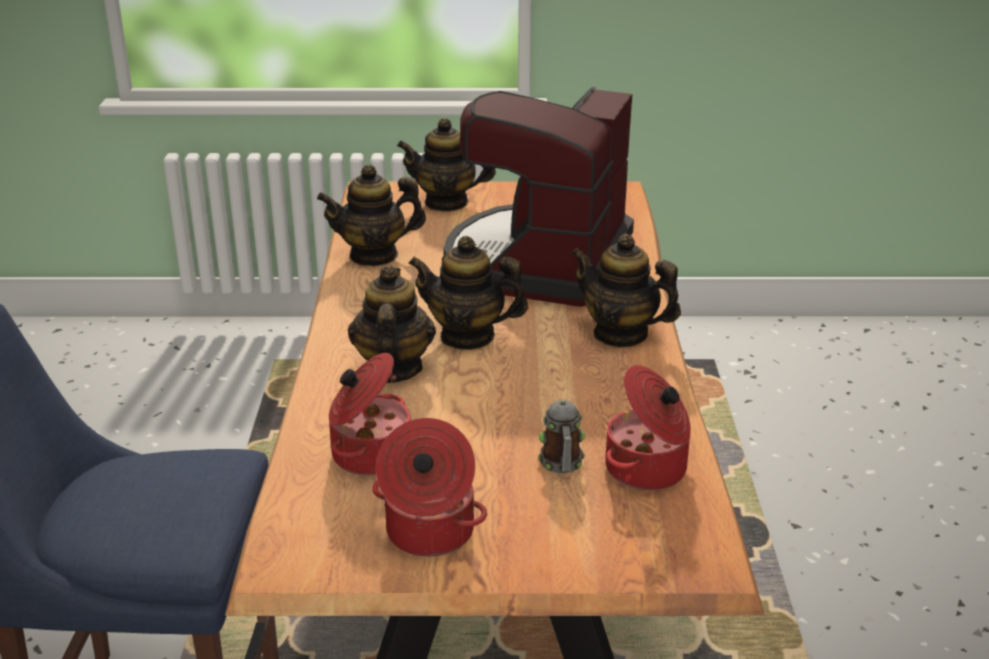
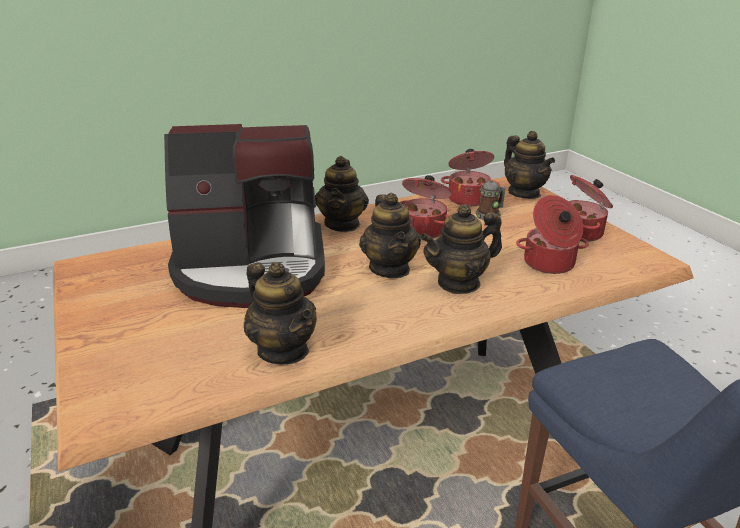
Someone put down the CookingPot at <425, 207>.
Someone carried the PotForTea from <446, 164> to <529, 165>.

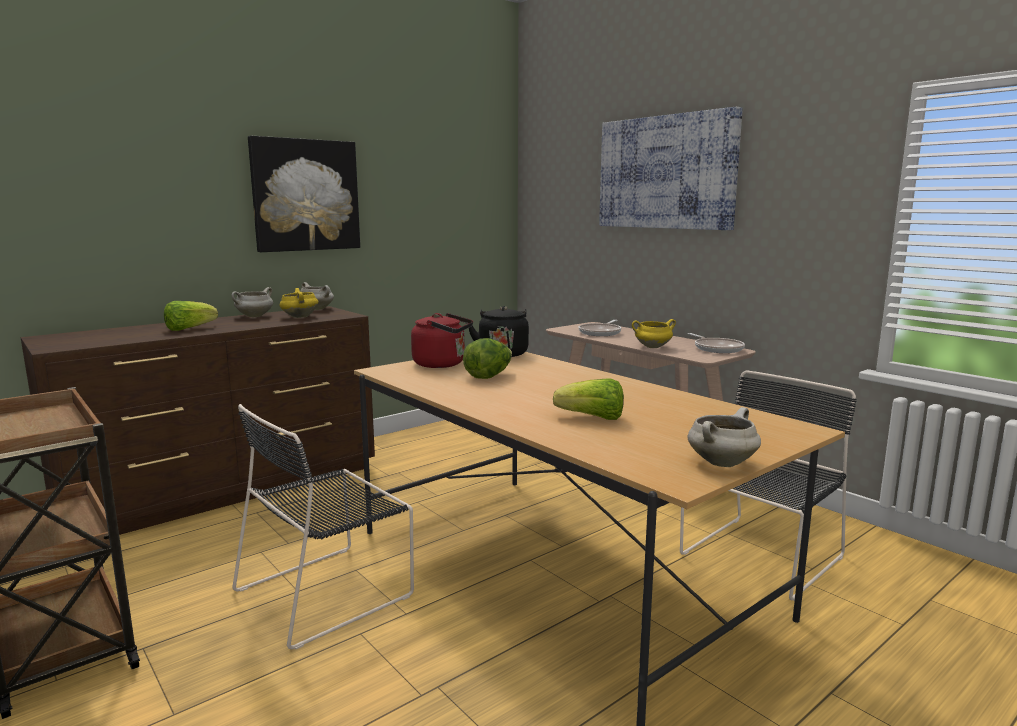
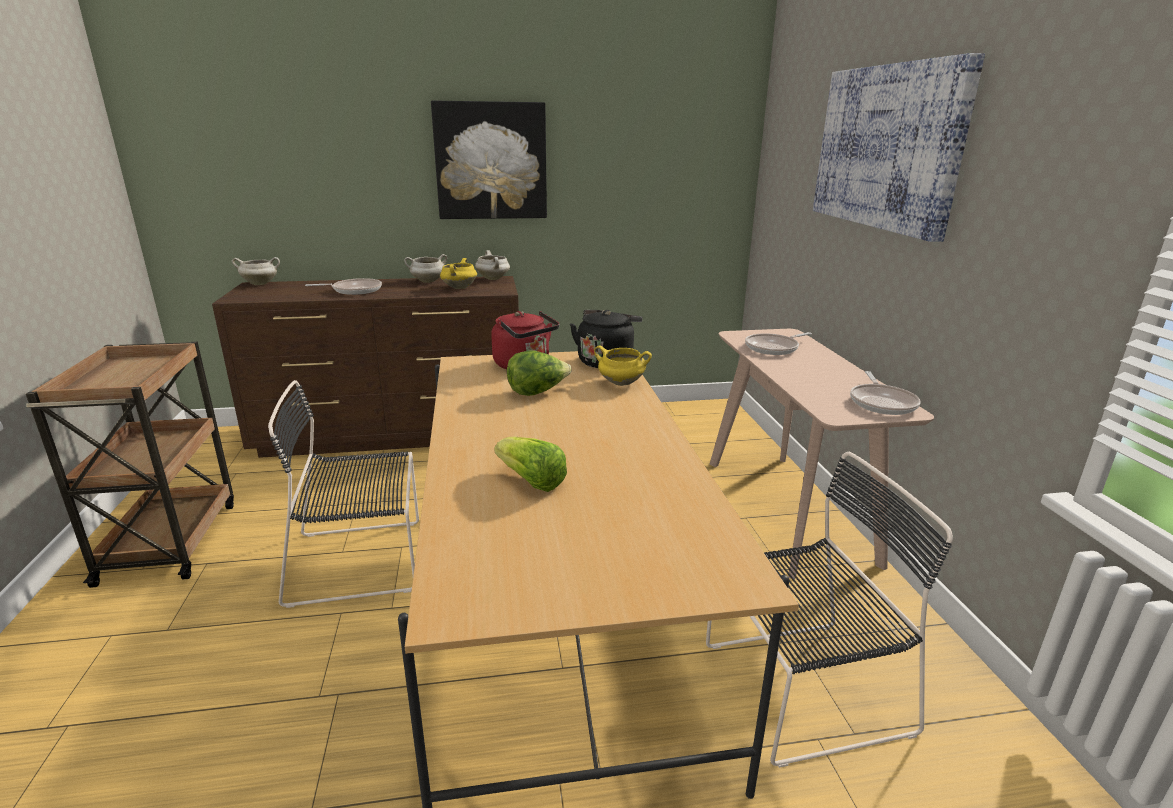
Someone carried the YellowishCookingPot from <654, 333> to <623, 365>.
Someone carried the WhiteColouredCookingPot from <724, 437> to <256, 271>.
Someone swapped the HeadOfLettuce at <191, 316> for the Pan at <343, 286>.

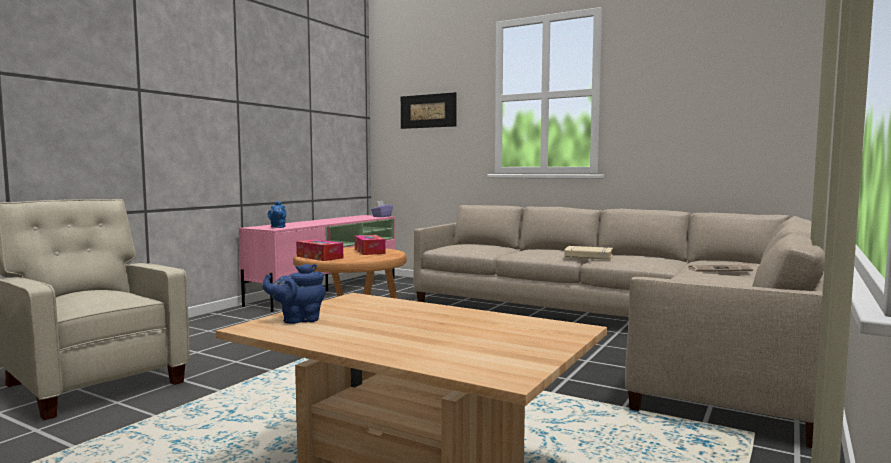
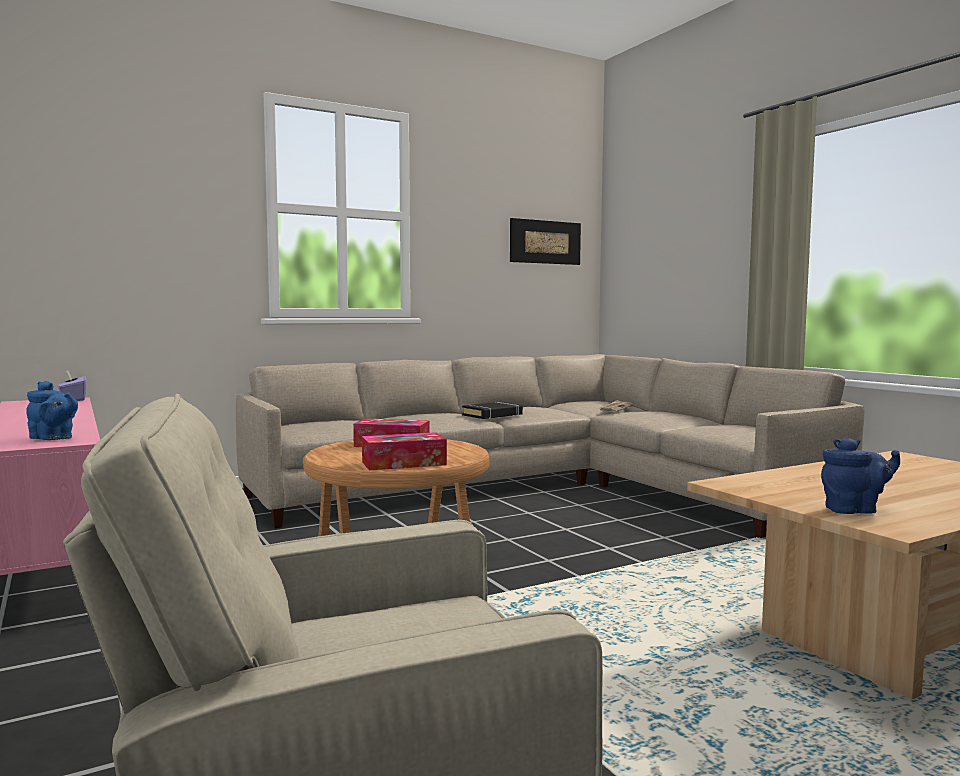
Someone carried the WallPicture from <429, 110> to <545, 241>.
Someone repainted the BeigeColouredBoundBook at <588, 253>, which became the BlackishBoundBook at <492, 410>.
Someone rotated the BluePotForTea at <294, 293> by 105 degrees counterclockwise.

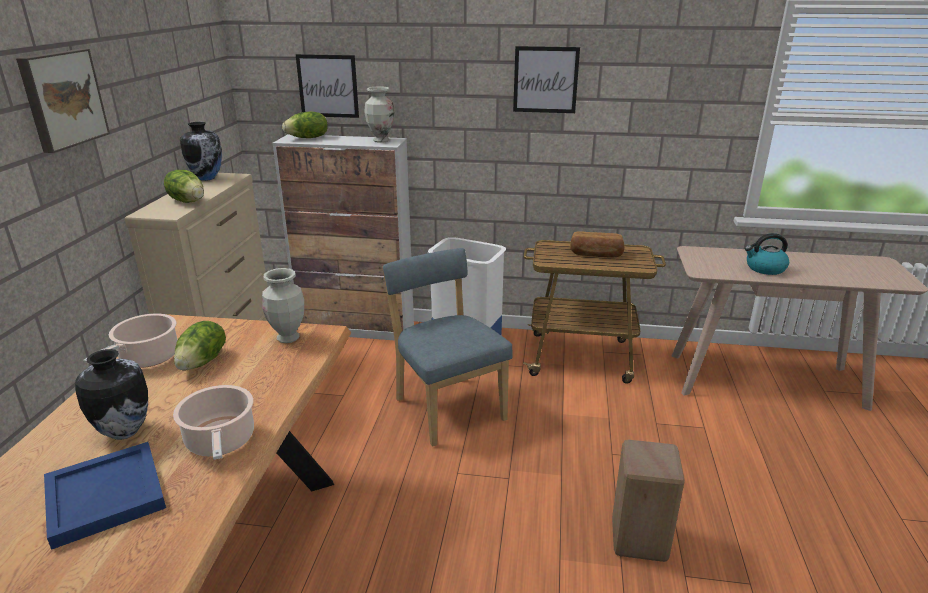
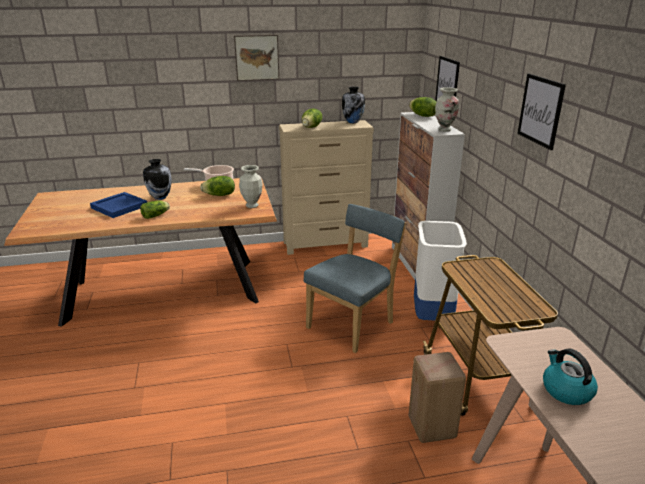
Someone took away the BakedBread at <597, 244>.
Someone carried the BeigeColouredSittingStool from <648, 501> to <437, 397>.
Someone swapped the CookingPot at <213, 422> for the HeadOfLettuce at <155, 209>.

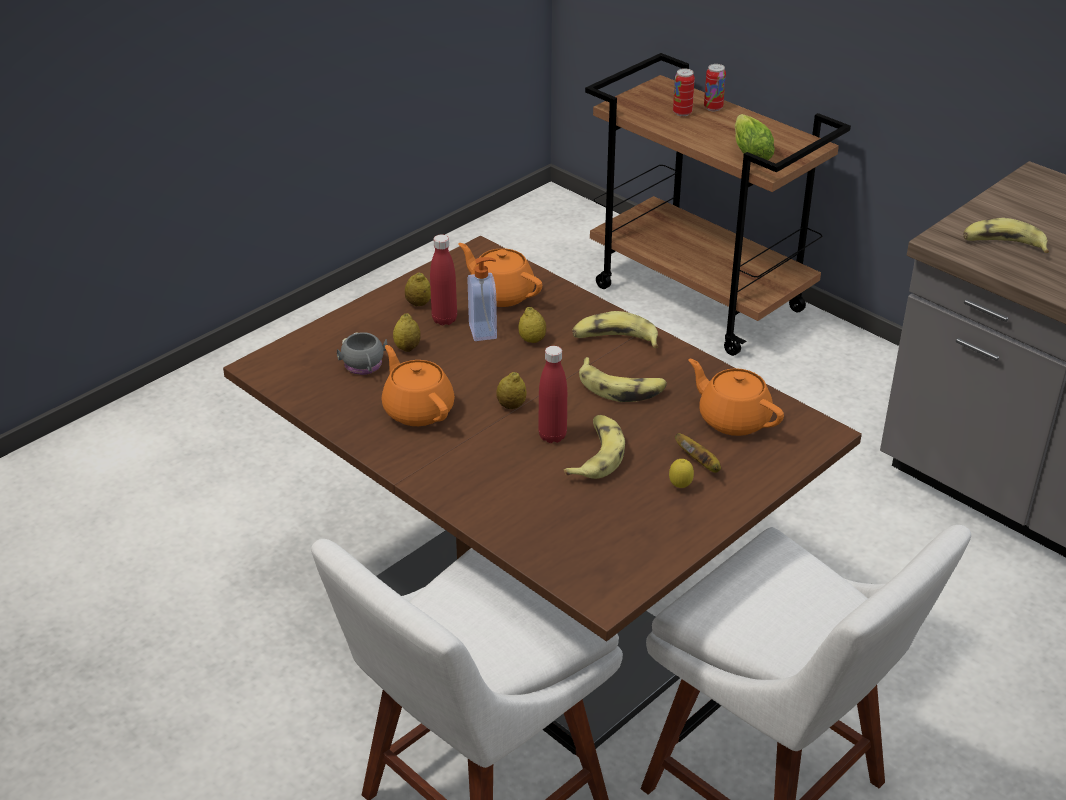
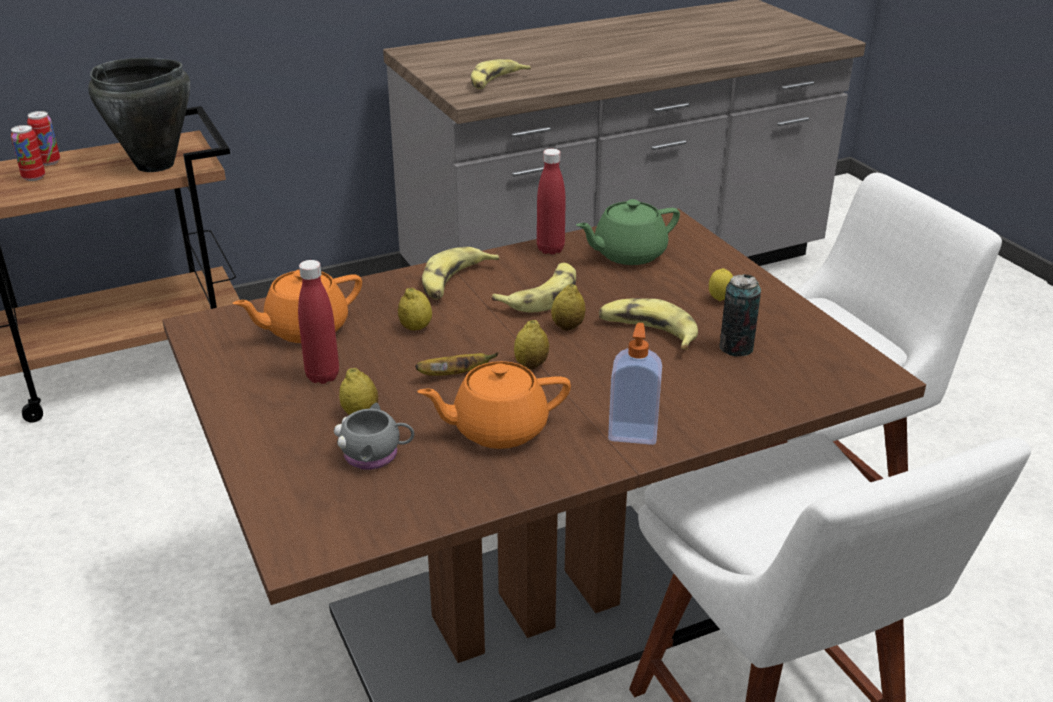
Someone put down the Can at <740, 315>.
Someone carried the WholeLemon from <418, 289> to <568, 307>.
Someone carried the SoapBottle from <482, 299> to <635, 384>.
Someone carried the ReddishDrinkBottle from <552, 394> to <551, 202>.
Someone carried the WholeBanana from <698, 453> to <456, 364>.
Someone swapped the HeadOfLettuce at <755, 137> for the BlackishCookingPot at <139, 115>.
Someone repainted the OrangeColouredPotForTea at <736, 397>, which became the GreenPotForTea at <628, 232>.

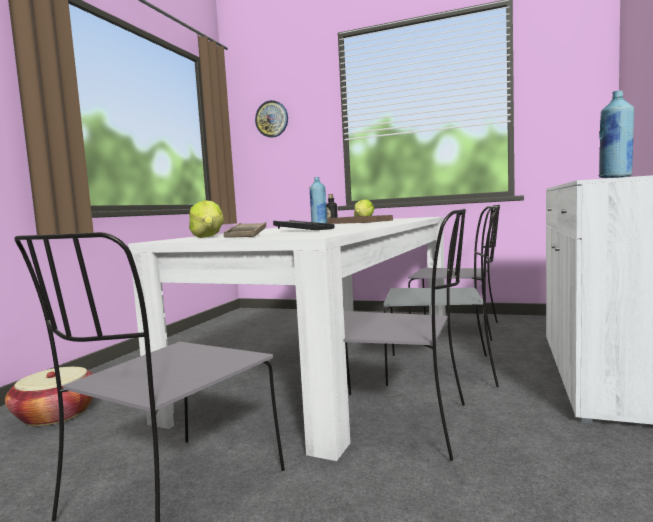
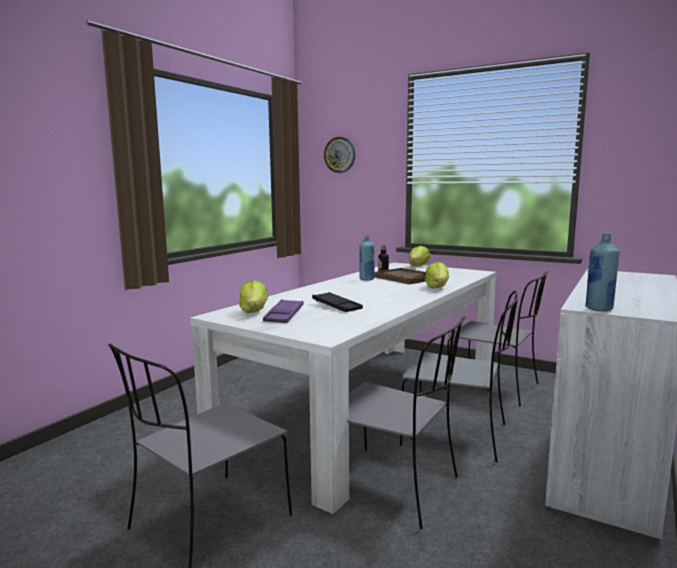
Someone took away the HouseholdBasket at <49, 396>.
Someone put down the HeadOfLettuce at <437, 275>.
Someone repainted the BrownColouredTray at <245, 230>, which became the PurplishTray at <283, 311>.

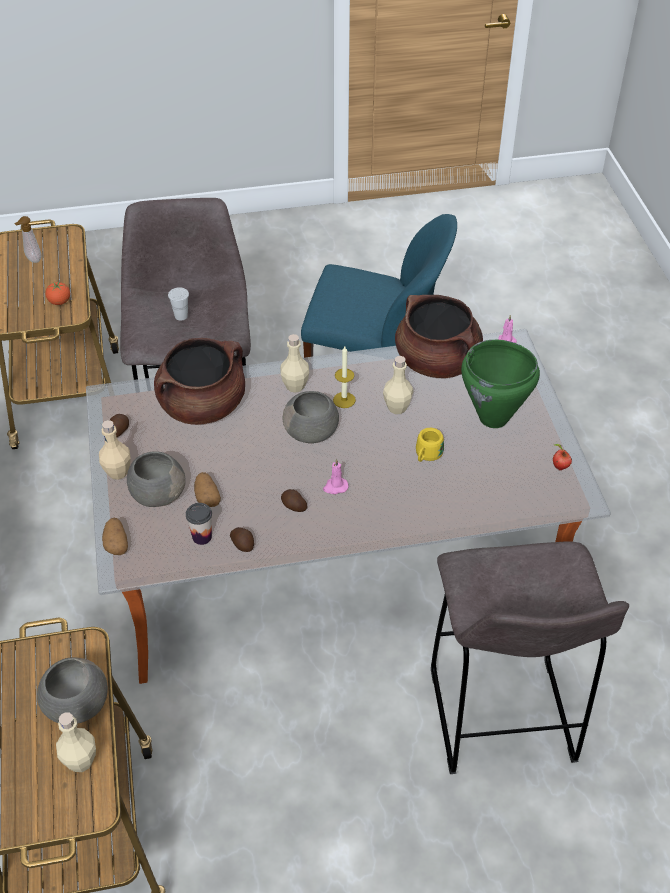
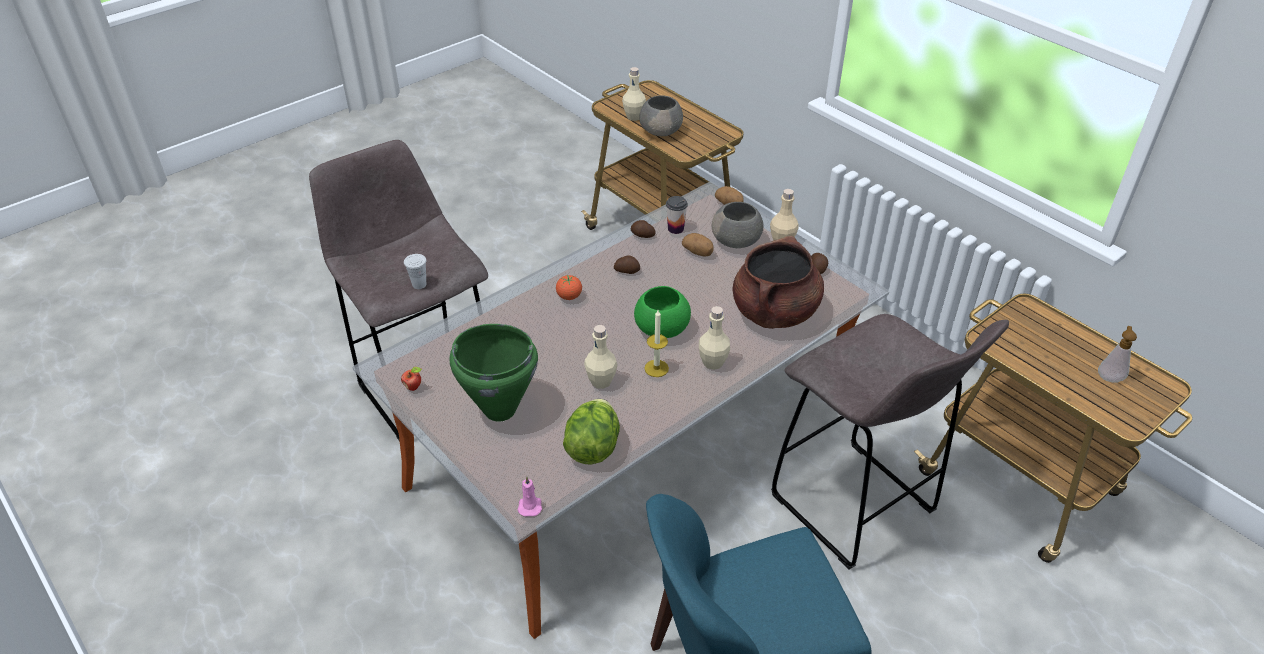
Someone took away the PinkWaxCandle at <335, 476>.
Someone took away the YellowishCoffeeMug at <430, 445>.
Someone carried the WholeTomato from <57, 293> to <569, 287>.
Someone carried the WhiteColouredDrinkingCup from <178, 304> to <415, 271>.
Someone swapped the BrownColouredCookingPot at <439, 336> for the HeadOfLettuce at <591, 432>.
Someone repainted the GreyishDeepDish at <311, 417>, which became the GreenDeepDish at <662, 312>.

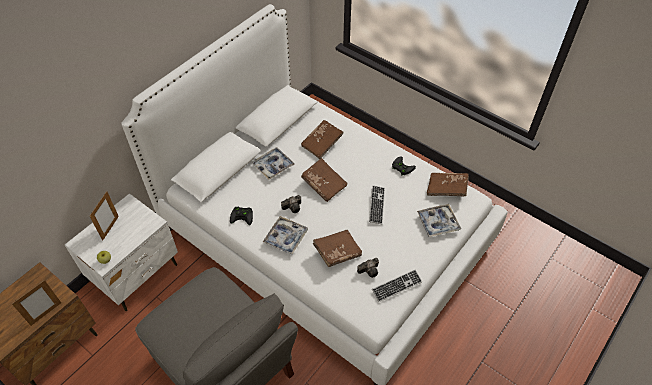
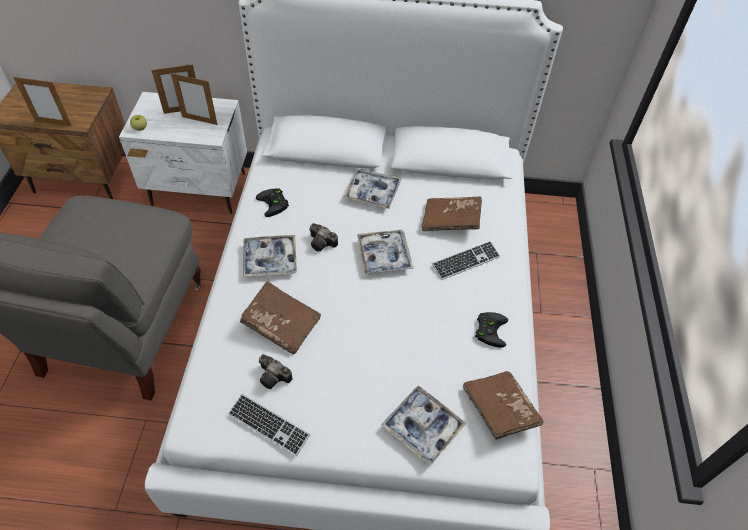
Someone put down the PhotoFrame at <194, 99>.
Someone carried the ComputerKeyboard from <377, 204> to <466, 260>.
Someone swapped the BrownColouredBoundBook at <324, 180> for the Tray at <385, 252>.

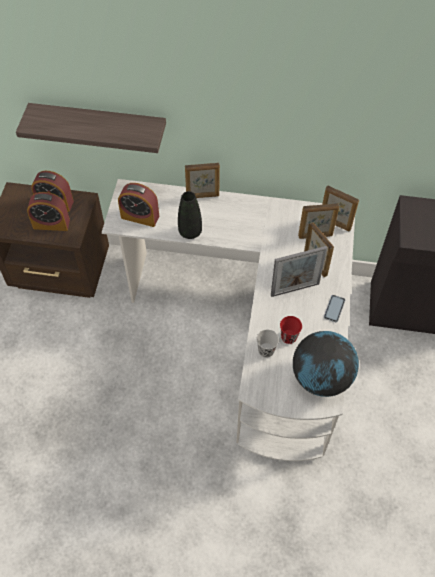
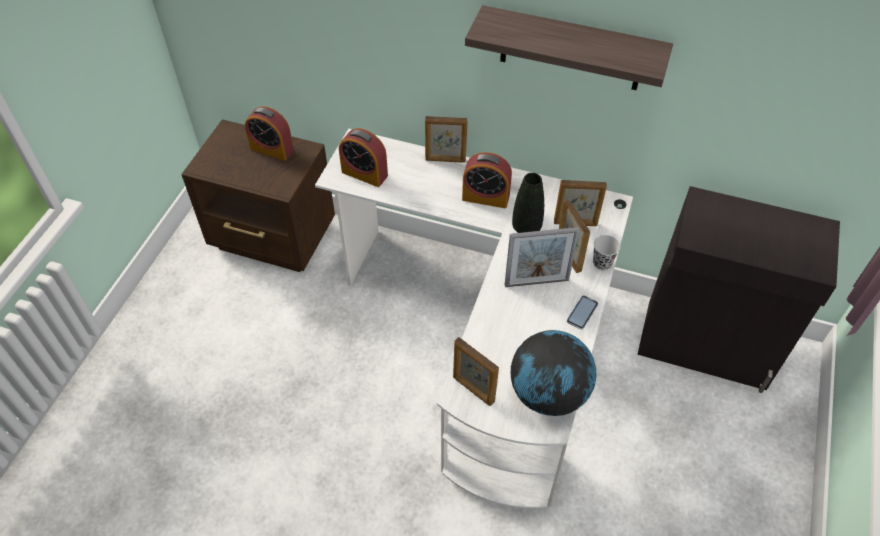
Someone took away the ReddishDrinkingCup at <291, 330>.
Someone carried the BracketShelf from <91, 128> to <569, 47>.
Someone carried the BedsideClock from <48, 211> to <487, 180>.
Someone carried the BlackishFlowerVase from <190, 215> to <528, 203>.
Someone carried the BlackishDrinkingCup from <268, 343> to <606, 252>.
Someone carried the PhotoFrame from <340, 208> to <476, 371>.

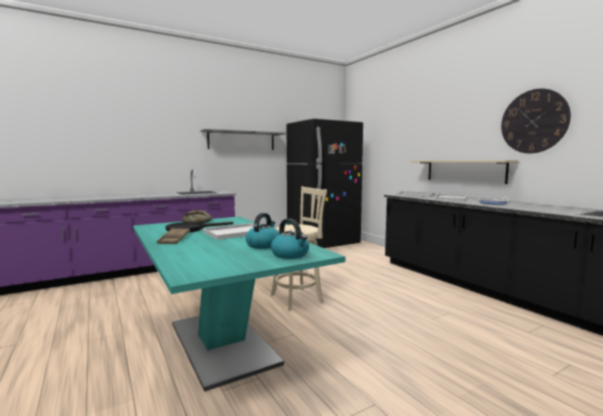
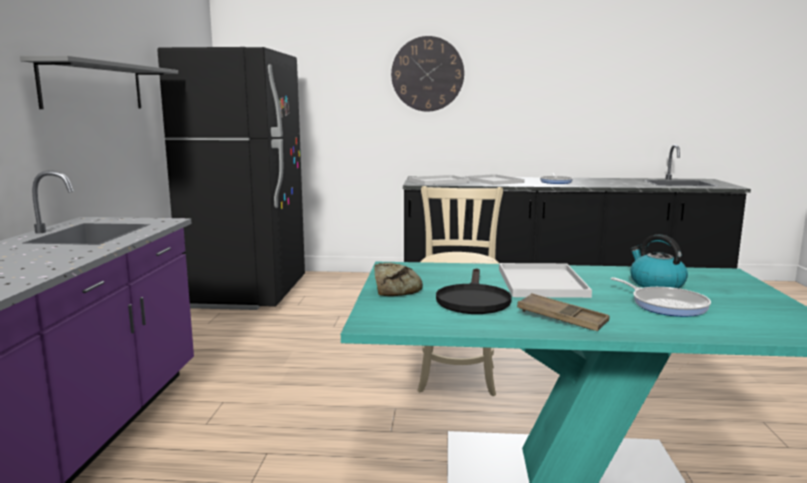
Someone took away the TeaKettle at <290, 238>.
Someone took away the BeigeColouredBracketShelf at <464, 172>.
Someone put down the Pan at <660, 297>.
Someone carried the ClockOnTheWall from <536, 121> to <427, 73>.

